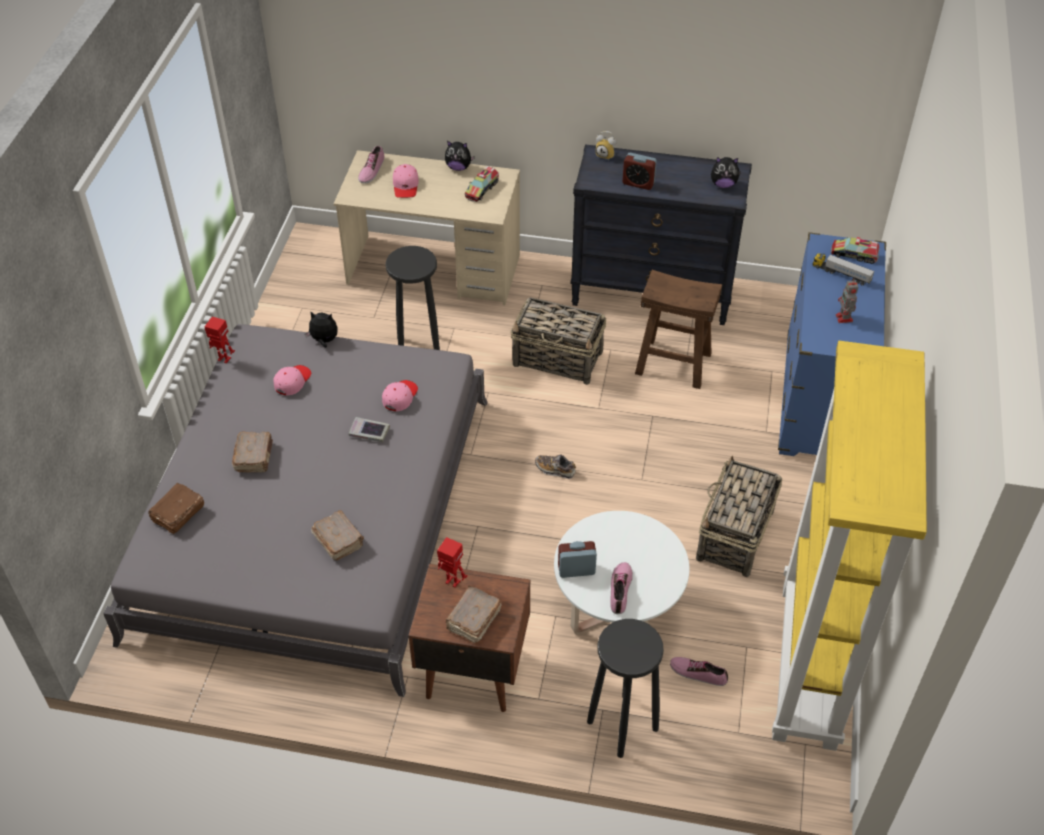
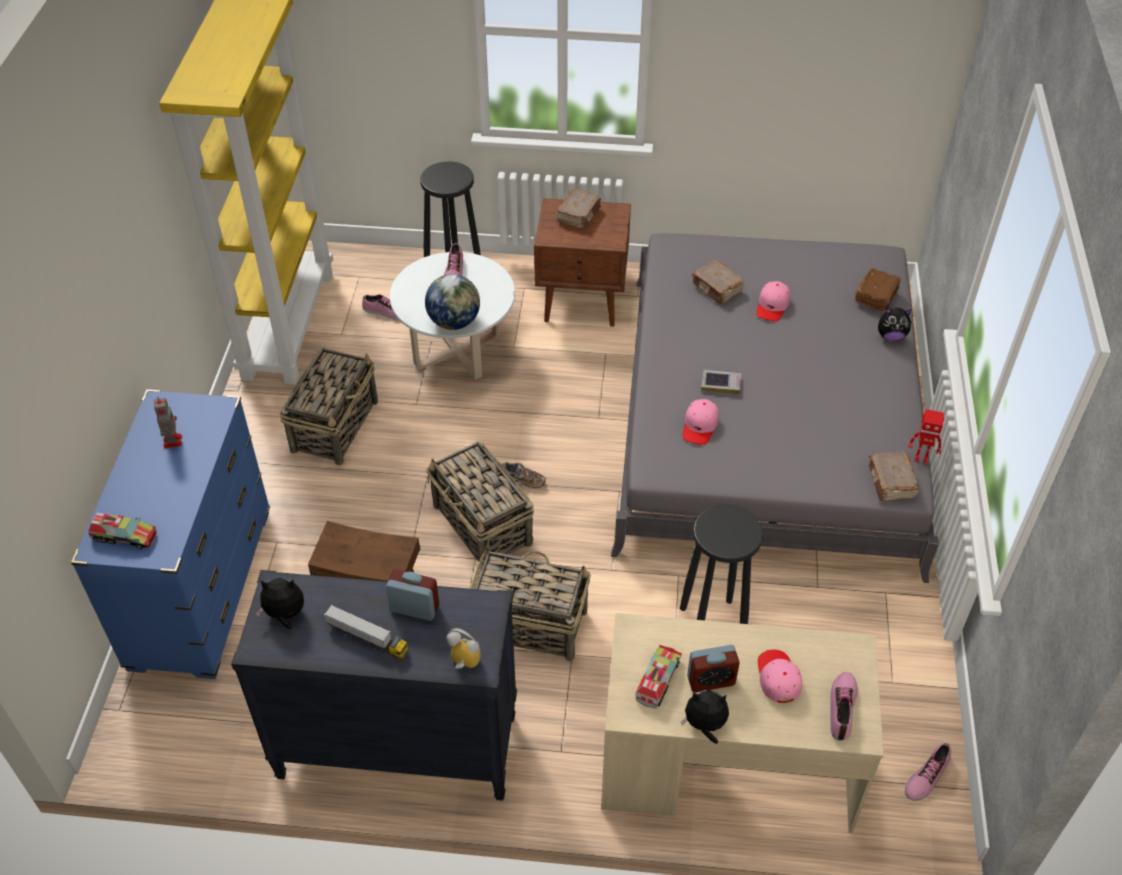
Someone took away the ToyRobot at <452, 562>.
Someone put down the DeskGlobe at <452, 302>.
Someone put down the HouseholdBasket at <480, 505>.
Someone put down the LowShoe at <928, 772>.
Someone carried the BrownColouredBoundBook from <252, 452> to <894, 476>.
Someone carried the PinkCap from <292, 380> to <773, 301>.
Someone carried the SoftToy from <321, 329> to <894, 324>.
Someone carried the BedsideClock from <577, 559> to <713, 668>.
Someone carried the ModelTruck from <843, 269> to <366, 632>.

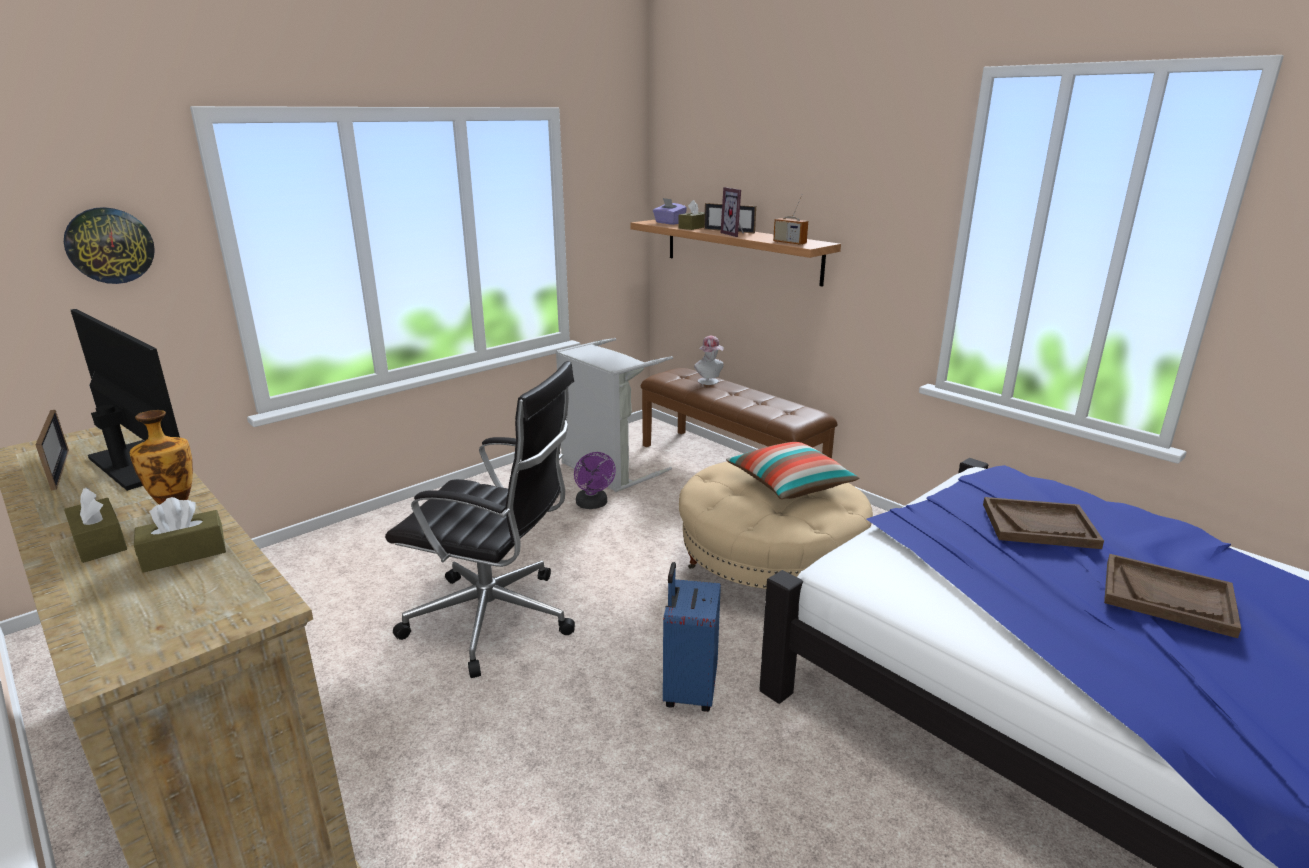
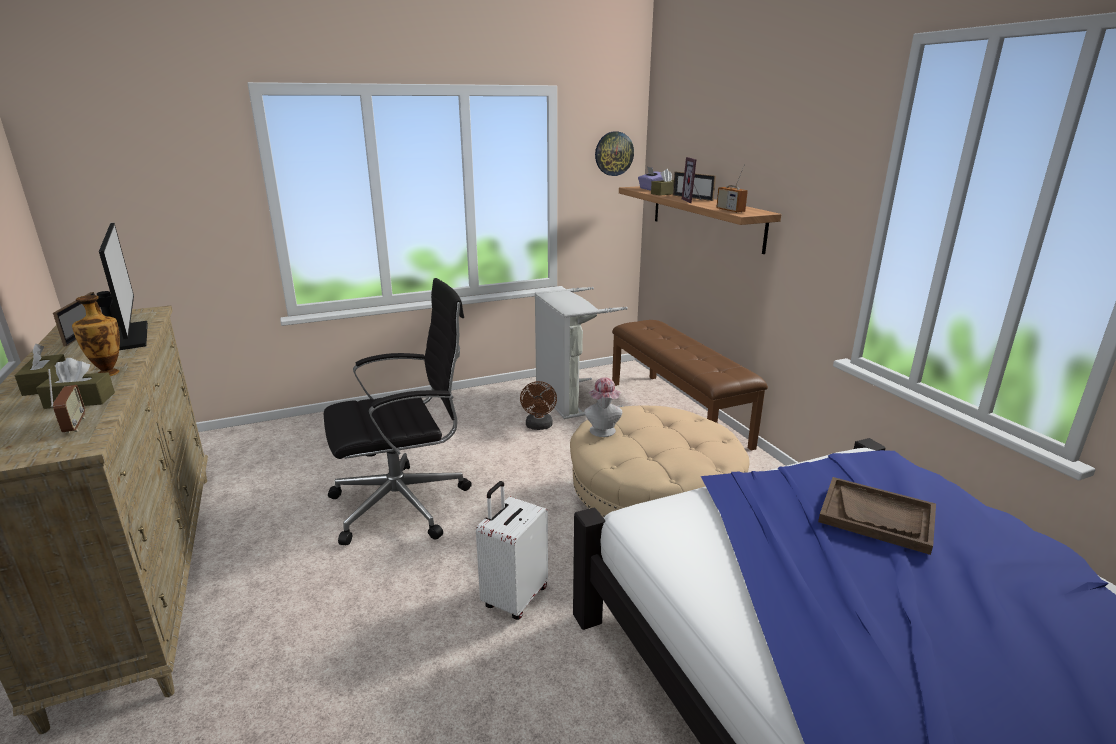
Someone took away the Pillow at <792, 470>.
Someone took away the BrownColouredTray at <1172, 596>.
Someone put down the RadioReceiver at <66, 401>.
Someone carried the ClockOnTheWall from <109, 245> to <614, 153>.
Someone carried the WearableHat from <709, 360> to <603, 407>.
Someone repainted the PurplishElectricFan at <595, 480>, which became the BrownColouredElectricFan at <538, 405>.
Someone repainted the BlueSuitcase at <692, 637>, which became the WhiteColouredSuitcase at <512, 550>.
Someone rotated the BlackishOfficeChair at <480, 519> by 60 degrees counterclockwise.

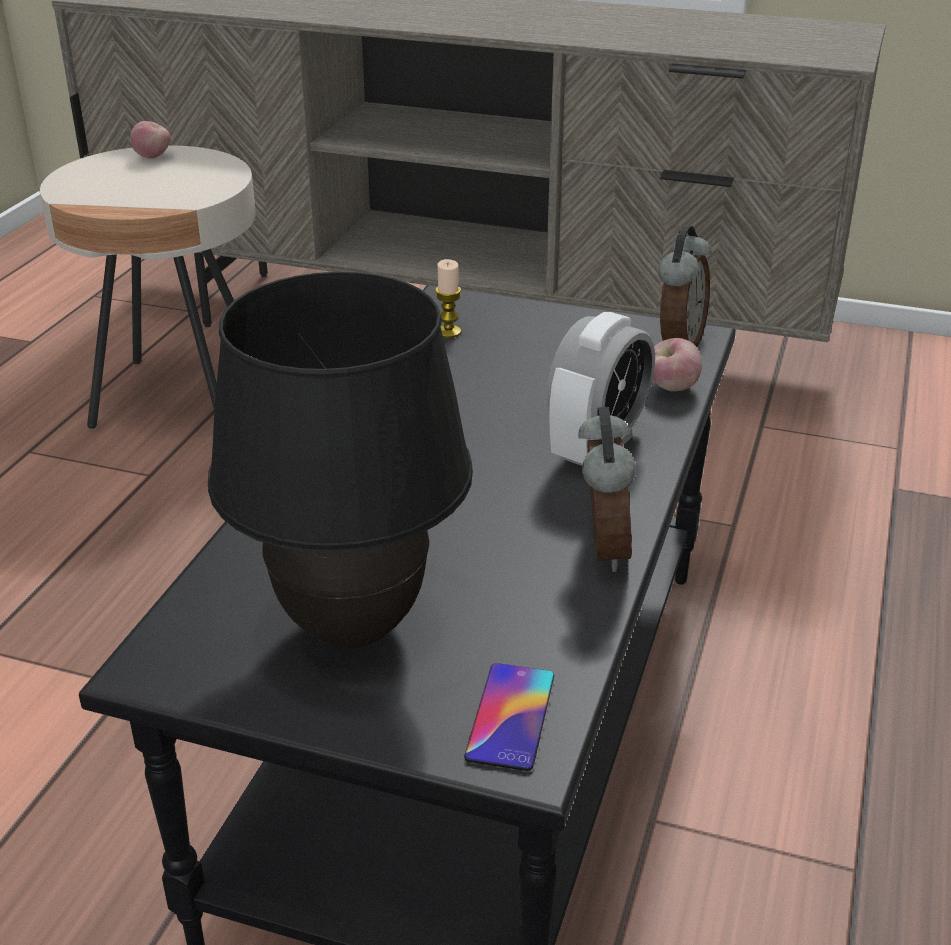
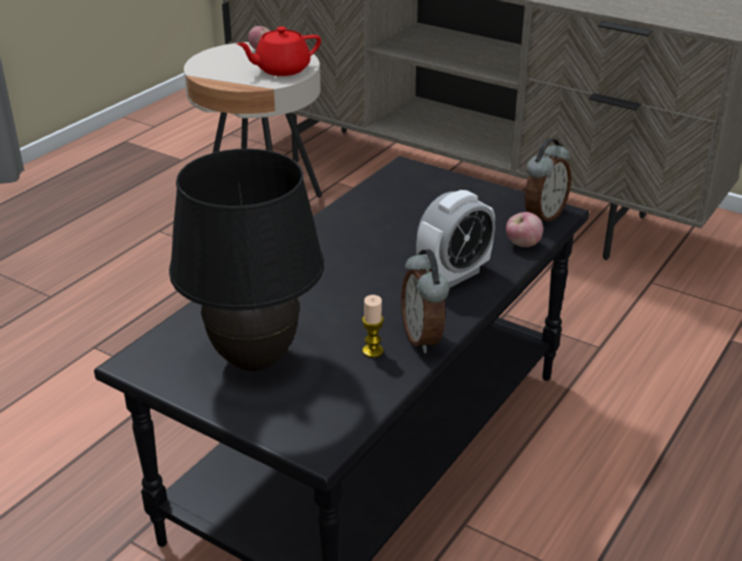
Someone took away the Phone at <509, 717>.
Someone put down the ReddishPotForTea at <278, 51>.
Someone carried the WaxCandle from <448, 298> to <373, 326>.
Someone rotated the BedsideClock at <607, 489> by 150 degrees clockwise.

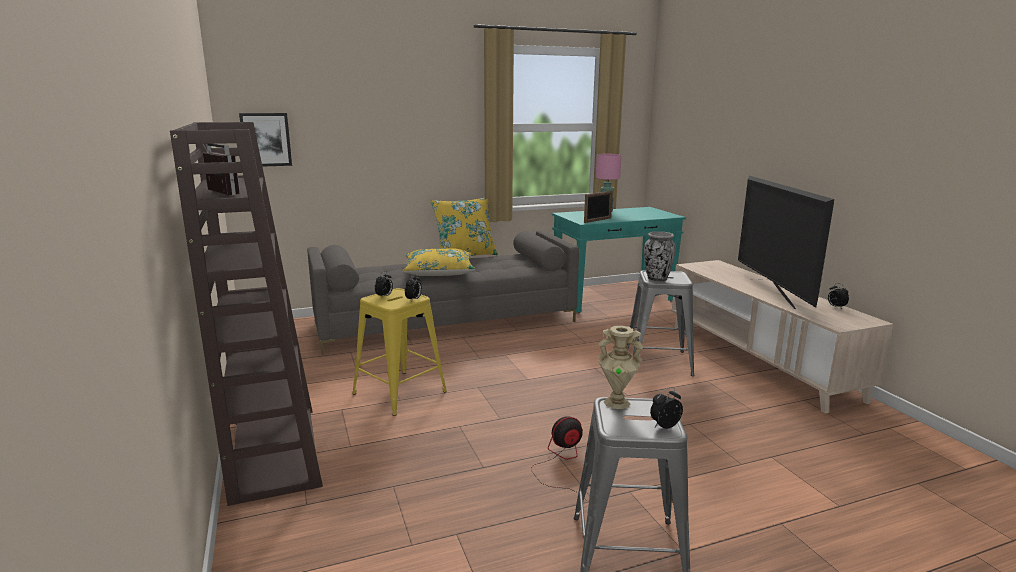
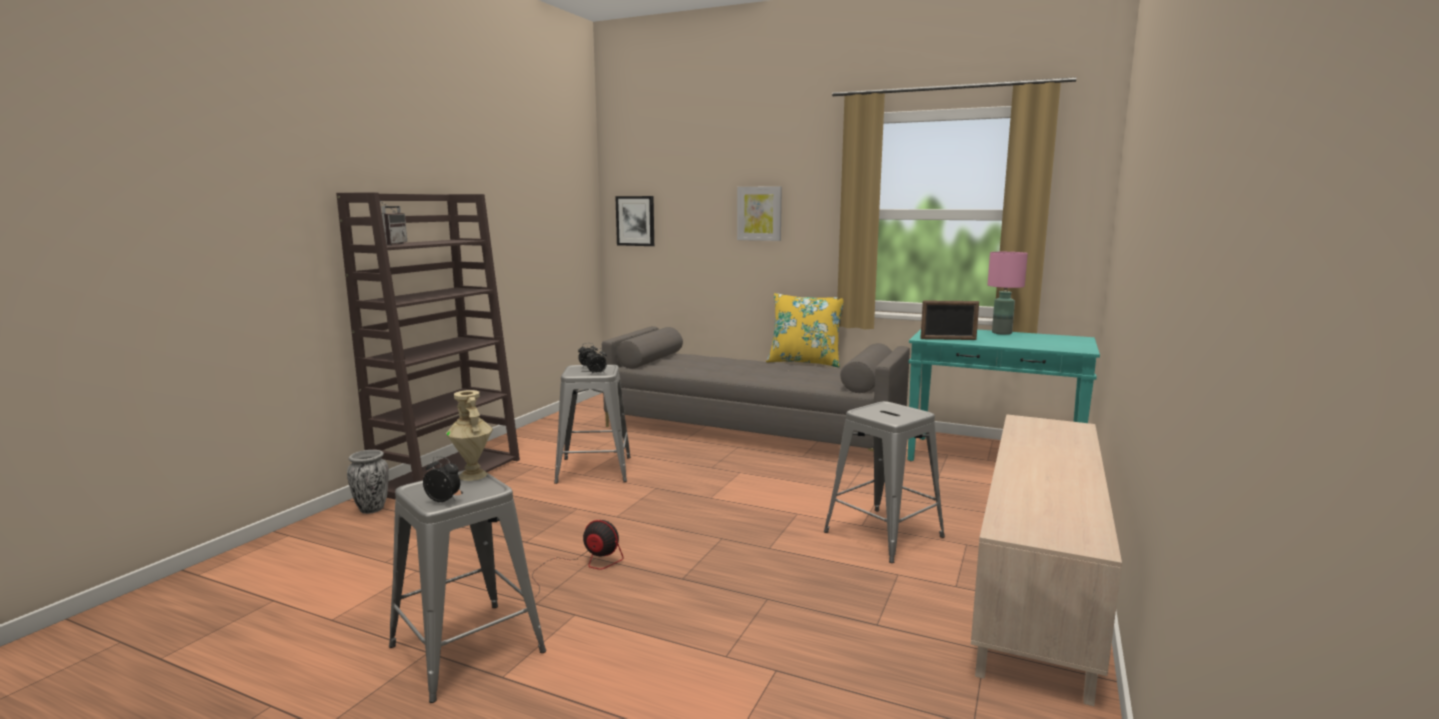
Someone took away the YellowishPillow at <439, 262>.
Someone took away the TvSet at <786, 243>.
Someone took away the BedsideClock at <838, 296>.
Someone put up the WallPicture at <759, 213>.
Someone carried the FlowerVase from <660, 256> to <368, 482>.
Someone repainted the YellowishSittingStool at <399, 352>, which became the GreyishSittingStool at <592, 424>.

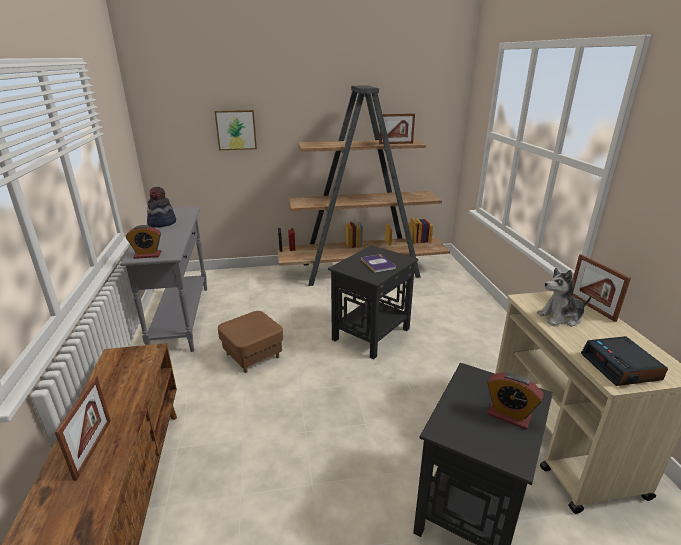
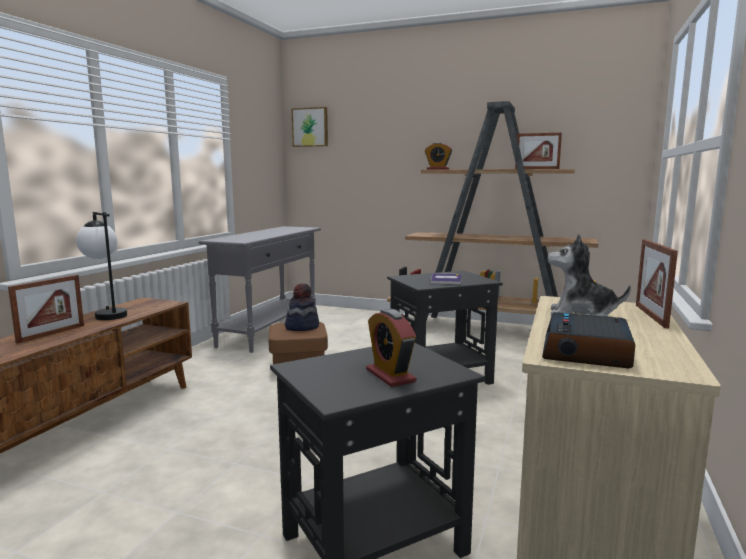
Someone put down the LampForATable at <101, 266>.
Someone carried the BedsideClock from <143, 242> to <438, 156>.
Someone carried the WearableHat from <161, 207> to <302, 307>.
Someone carried the WallPicture from <236, 130> to <310, 127>.

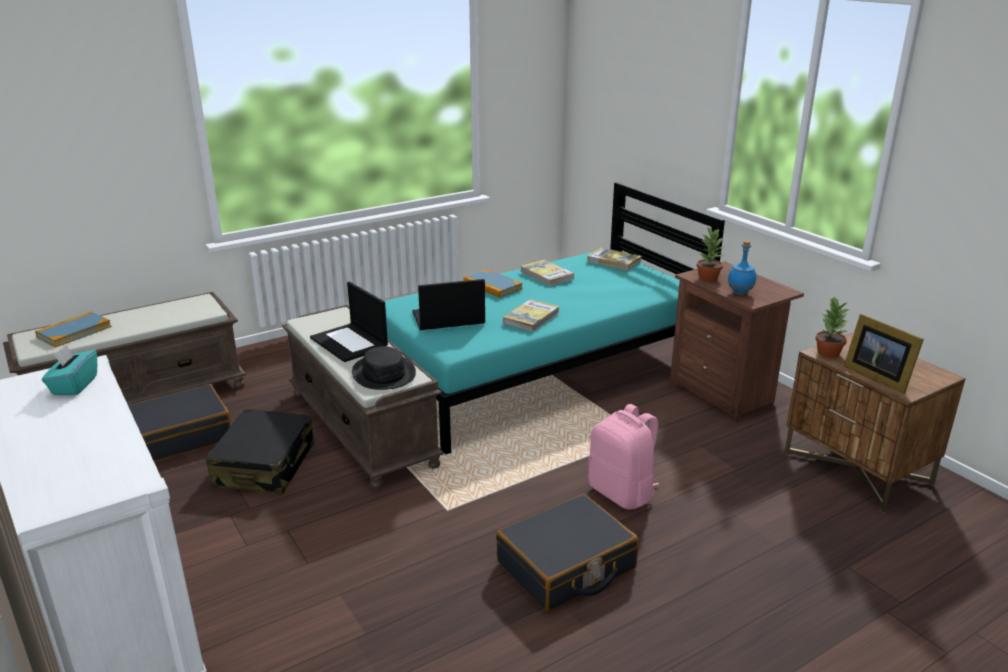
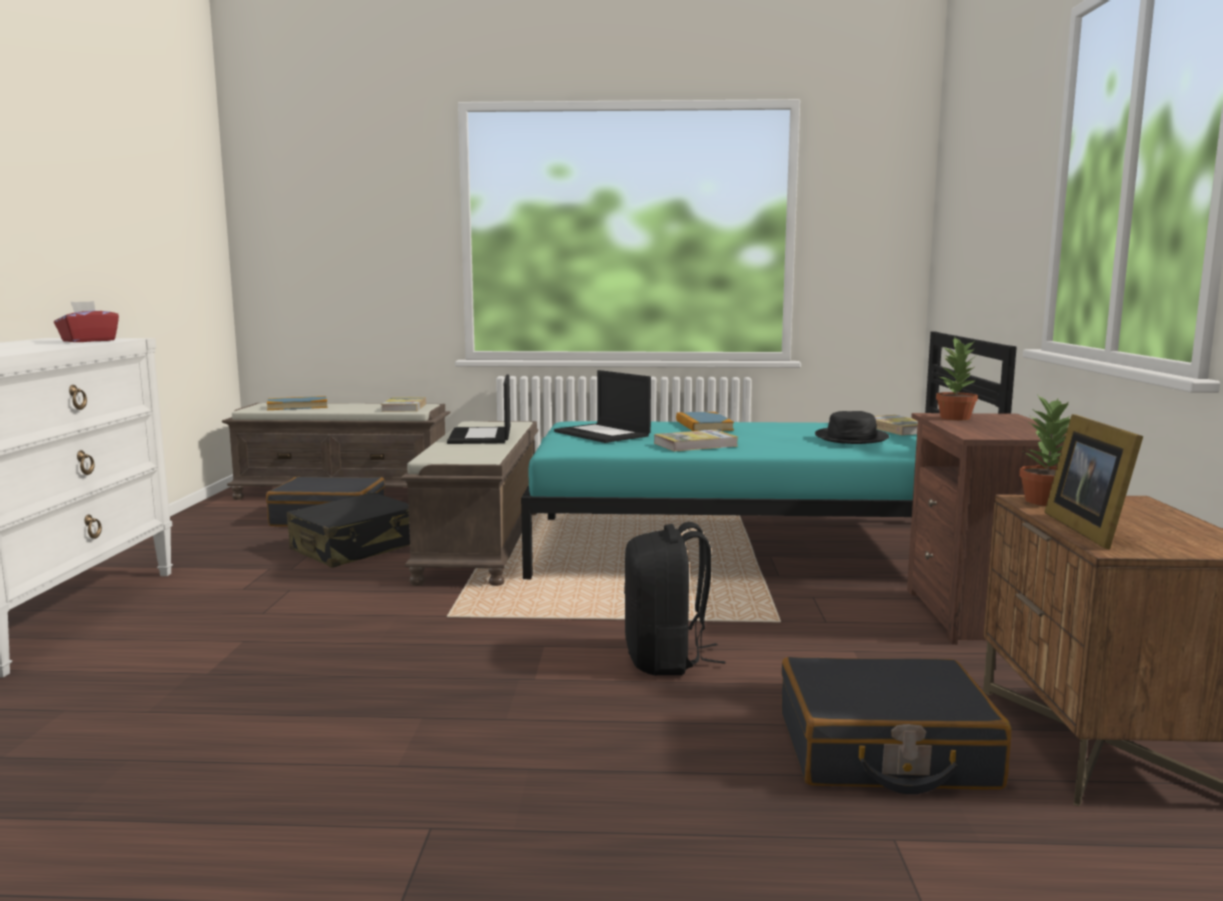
Someone took away the BlueDrinkBottle at <742, 268>.
Someone carried the BlackishWearableHat from <384, 368> to <852, 427>.
Someone carried the BlackishSuitcase from <567, 552> to <896, 725>.
Someone carried the BoundBook from <547, 273> to <403, 404>.
Someone repainted the BlueGreenBoxOfTissues at <69, 369>, which became the ReddishBoxOfTissues at <86, 321>.
Someone repainted the PinkBackpack at <623, 456>, which became the BlackishBackpack at <675, 598>.
Someone rotated the PortableComputer at <448, 304> by 150 degrees counterclockwise.

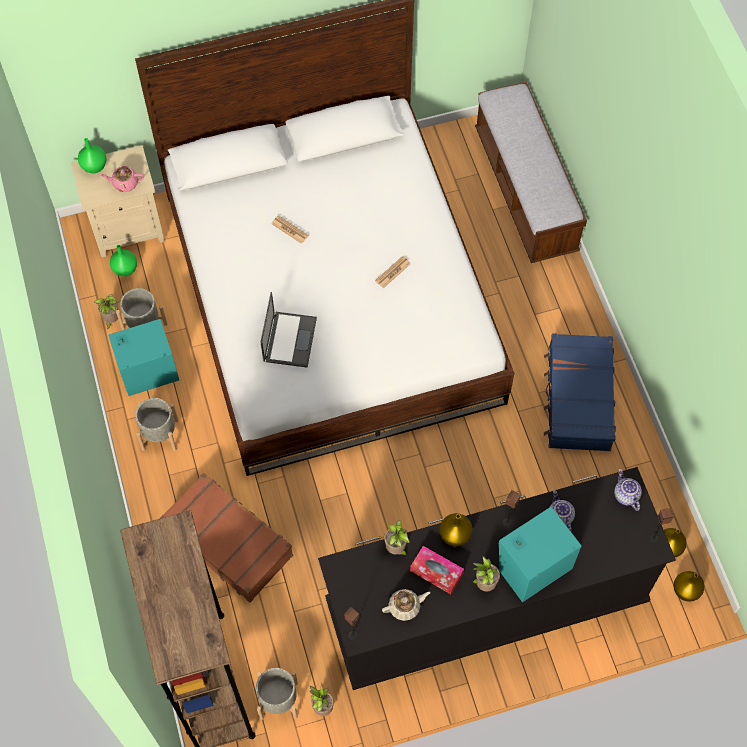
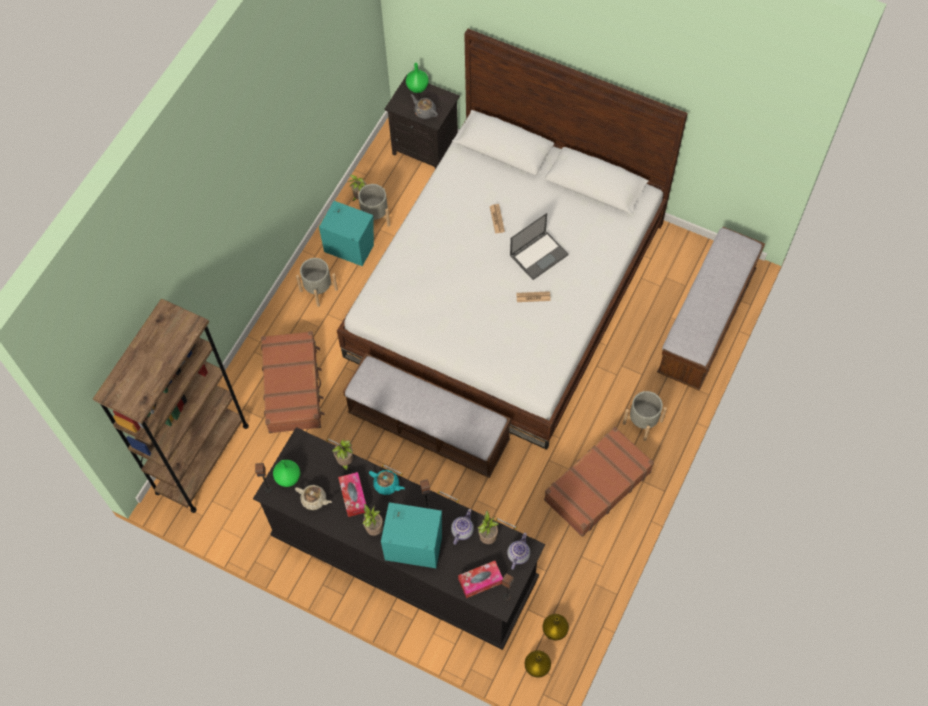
Someone put down the Bench at <427, 415>.
Someone put down the BoxOfTissues at <480, 579>.
Someone carried the GreenFlowerVase from <123, 261> to <286, 473>.
Someone carried the GreyishFlowerPot from <277, 694> to <645, 416>.
Someone carried the PortableComputer from <289, 330> to <539, 246>.
Someone carried the Houseplant from <322, 700> to <488, 527>.
Someone swapped the YellowishFlowerVase at <456, 529> for the BlueGreenPotForTea at <387, 482>.
Someone repainted the BeigeColouredNightstand at <118, 201>, which became the BlackishNightstand at <422, 122>.
Someone repainted the PinkPotForTea at <122, 179>, which became the GreyishPotForTea at <424, 106>.
Someone repainted the BlueSuitcase at <580, 392>, which became the BrownColouredSuitcase at <599, 482>.

